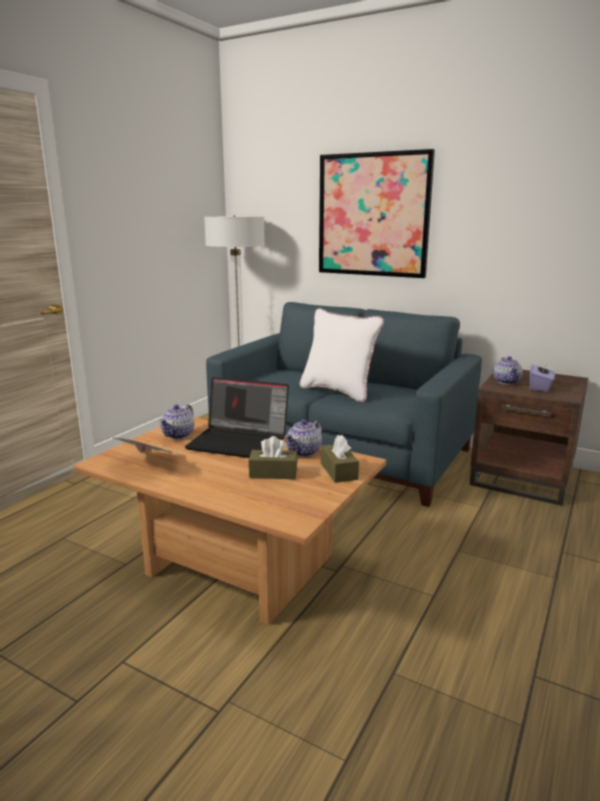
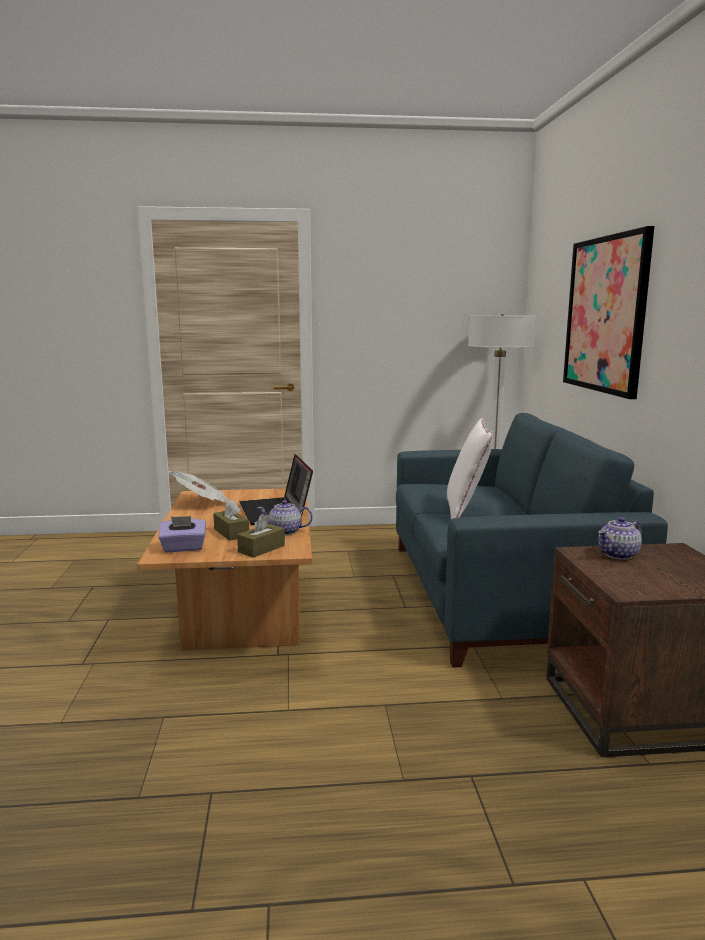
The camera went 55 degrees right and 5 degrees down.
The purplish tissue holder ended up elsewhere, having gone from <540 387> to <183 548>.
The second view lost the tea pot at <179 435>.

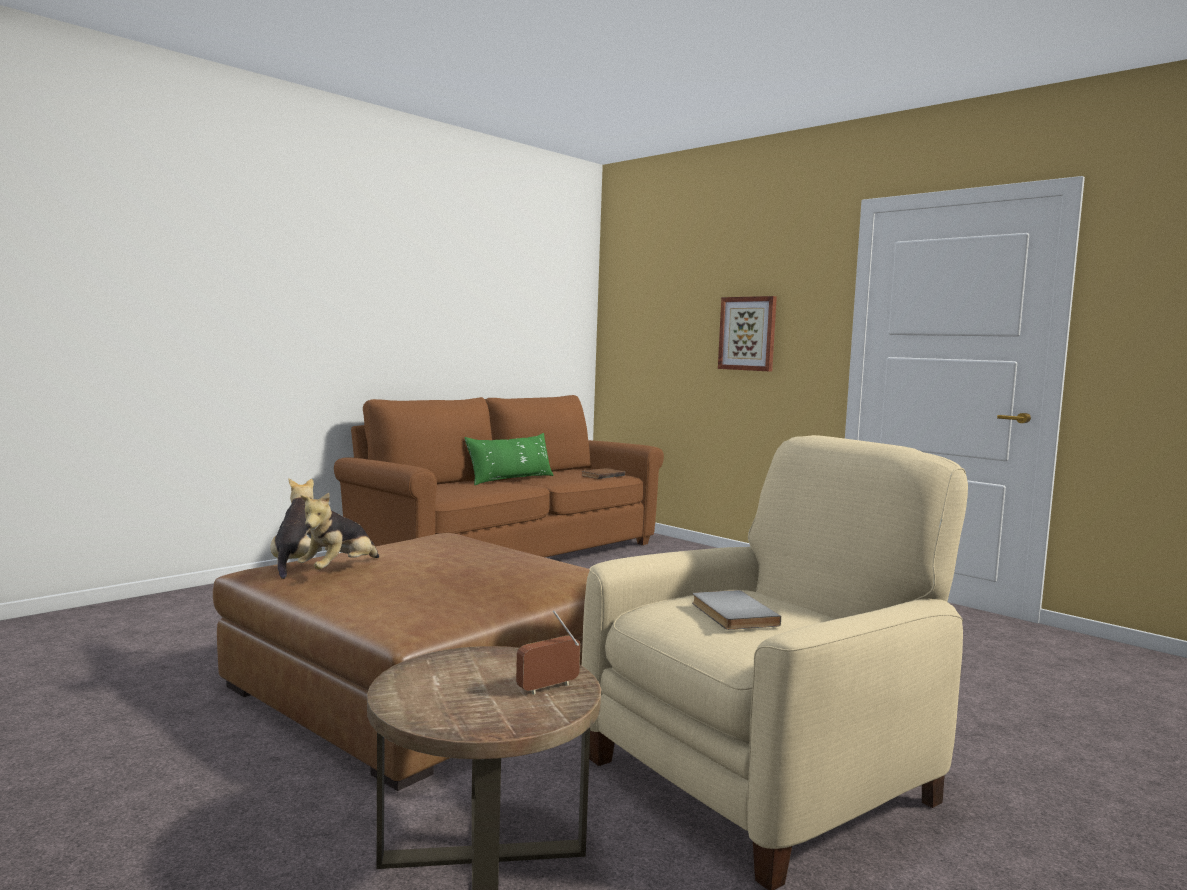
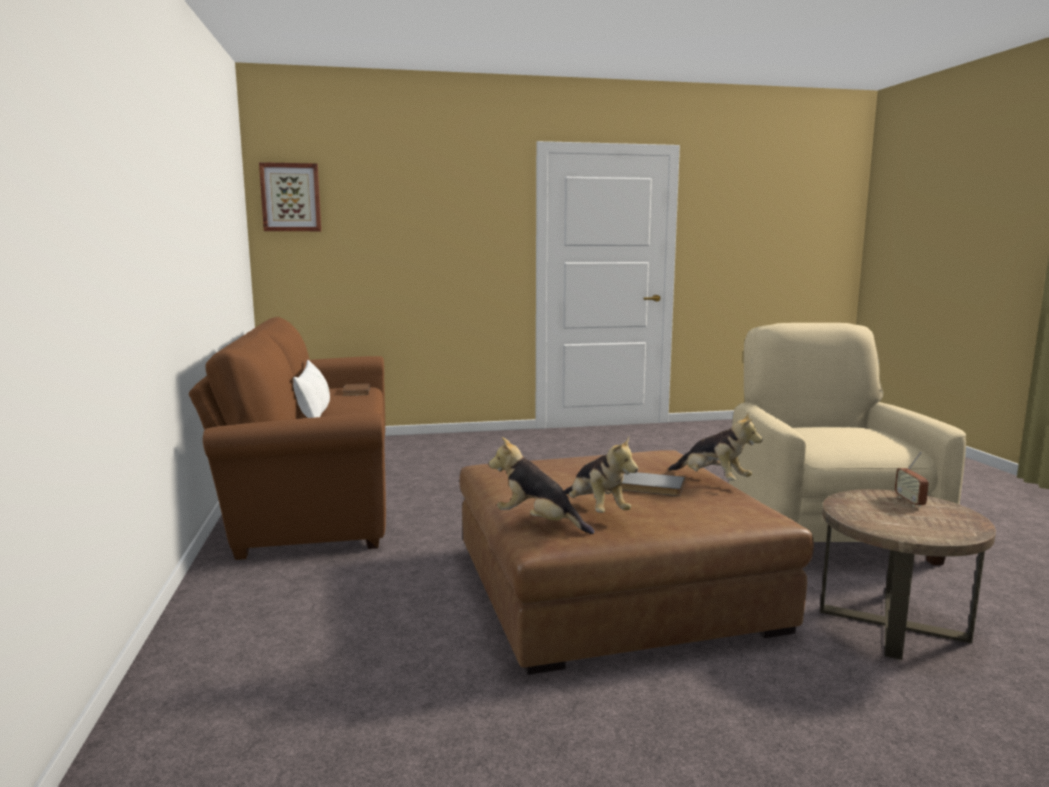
The camera went 55 degrees left and 5 degrees up.
The wall art ended up elsewhere, having gone from <748 333> to <291 197>.
What was the green-coloured cushion at <511 479> turned into the whitish cushion at <314 413>.
The gray bound book ended up elsewhere, having gone from <731 614> to <651 487>.
The second view gained the cuddly toy at <713 480>.

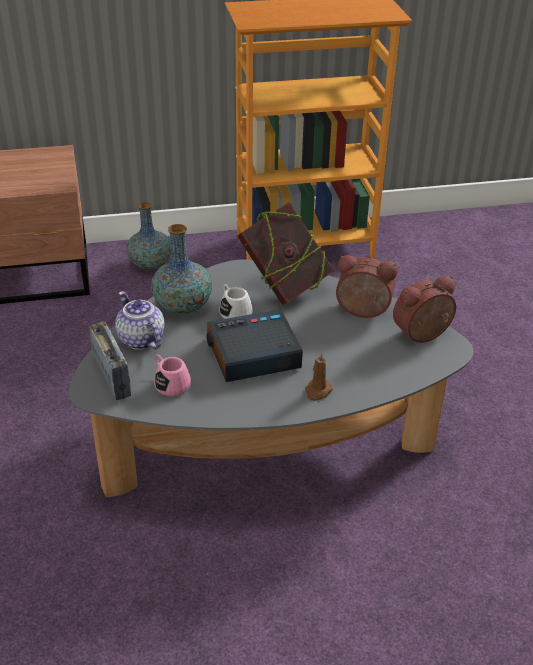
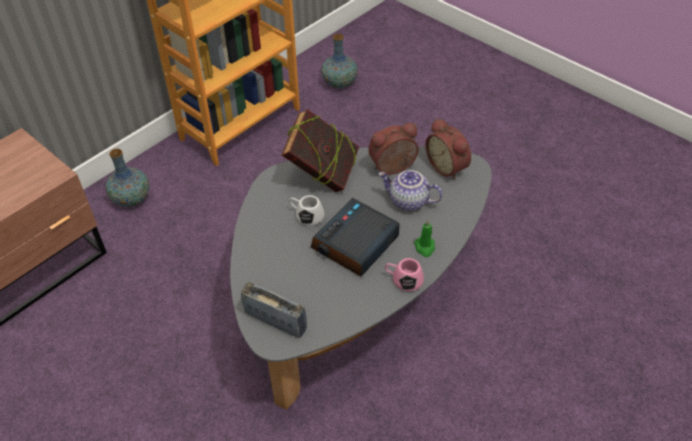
The camera went 35 degrees left and 10 degrees up.
The decorative vase ended up elsewhere, having gone from <183 306> to <339 83>.
The bedside clock at <423 336> ended up facing another way, 60 degrees counterclockwise from before.
The tea pot ended up elsewhere, having gone from <140 340> to <408 202>.
What was the brown candle at <317 391> turned into the green-coloured candle at <425 247>.
The pinkish mug ended up elsewhere, having gone from <169 383> to <403 279>.

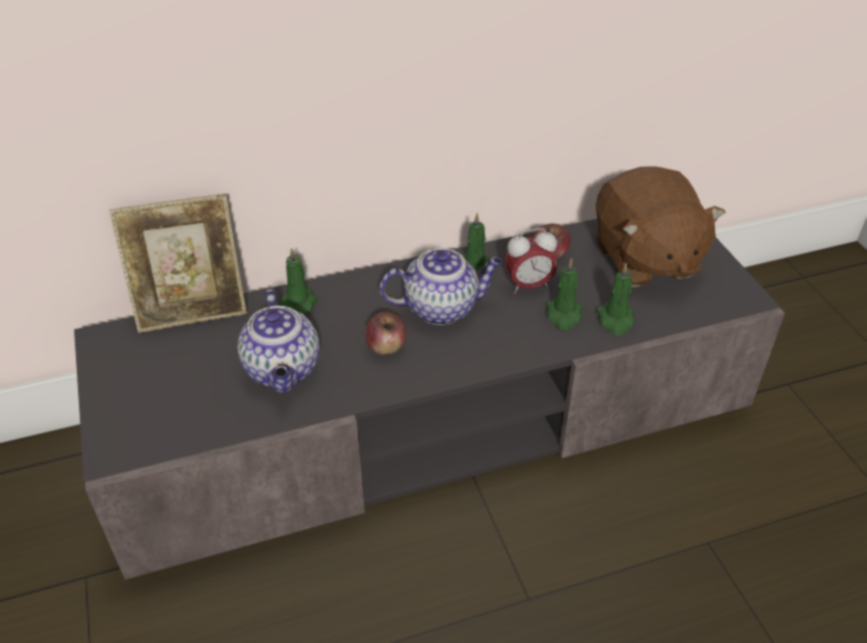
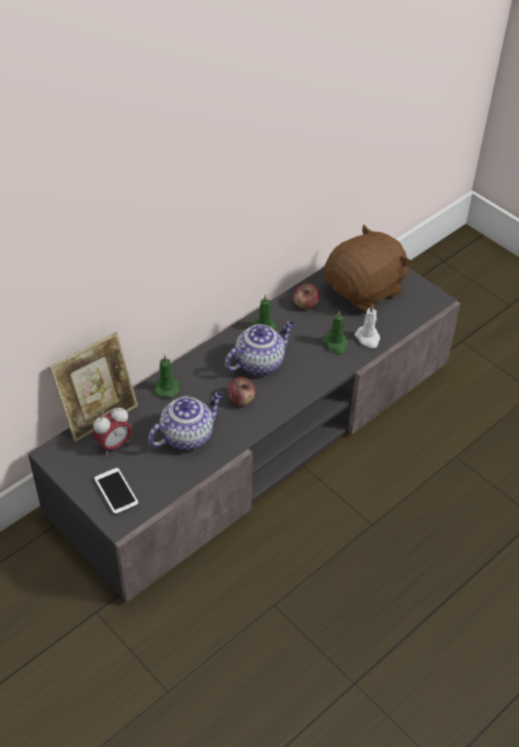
The camera went 25 degrees left and 5 degrees up.
The brown cuddly toy at <644 259> ended up facing another way, 90 degrees counterclockwise from before.
The bedside clock ended up elsewhere, having gone from <528 286> to <114 445>.
What was the green-coloured candle at <615 320> turned into the whitish candle at <368 338>.
The tea pot at <283 370> ended up facing another way, 90 degrees counterclockwise from before.
The second view gained the telephone at <116 492>.

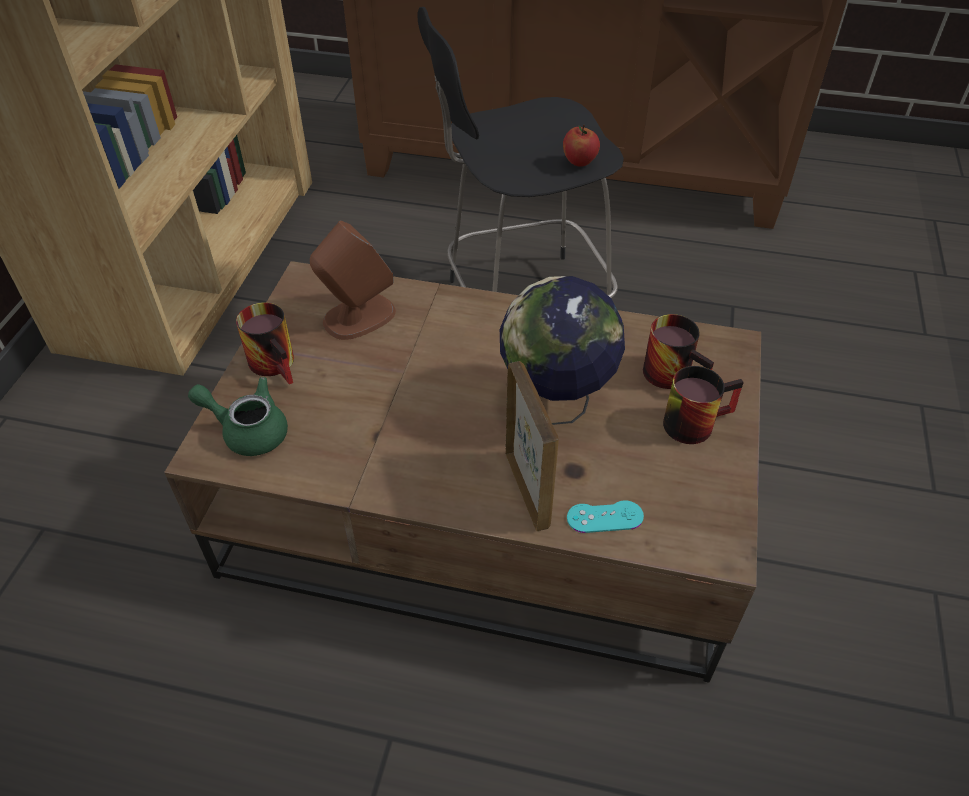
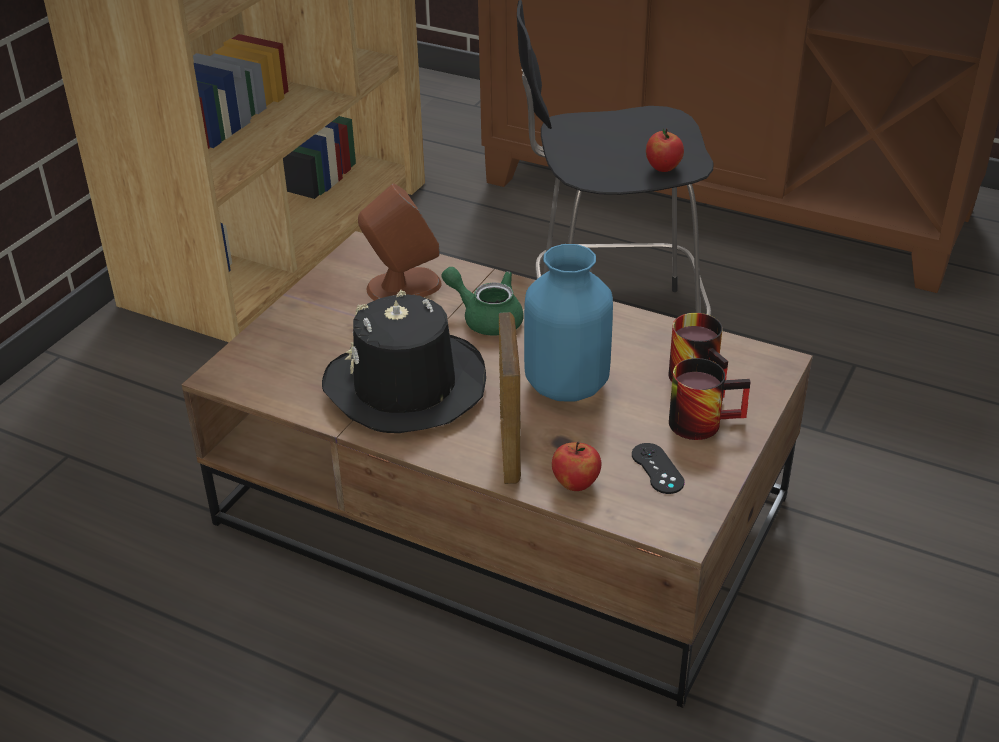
The camera went 15 degrees right and 10 degrees down.
Where the globe stood at <555 404>, the bluish decorative vase came to stand at <567 386>.
The second view lost the mug at <279 363>.
The green-coloured tea pot ended up elsewhere, having gone from <248 430> to <486 318>.
Where the turquoise-coloured game controller stood at <605 517>, the apple came to stand at <575 484>.
The second view gained the black clothing hat at <405 386>.
The second view gained the black game controller at <657 468>.

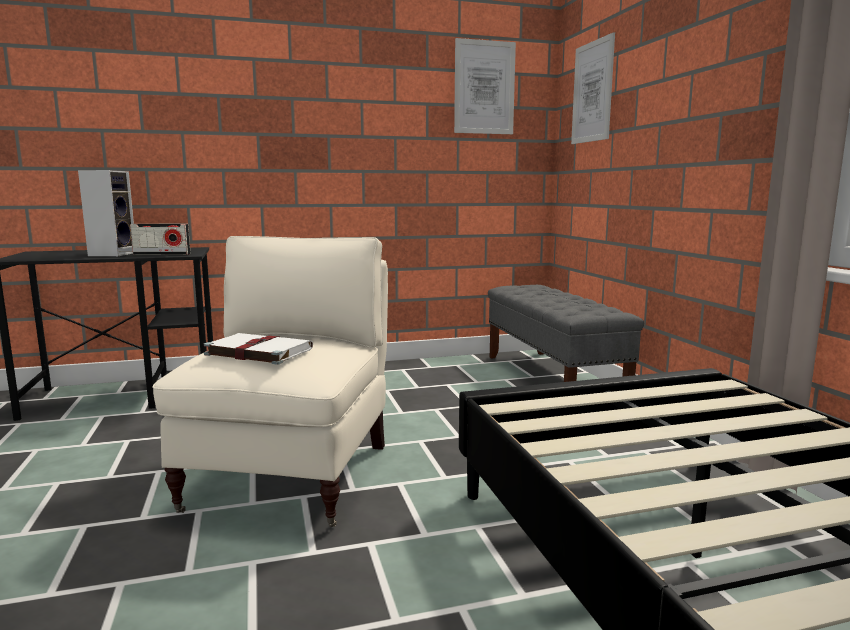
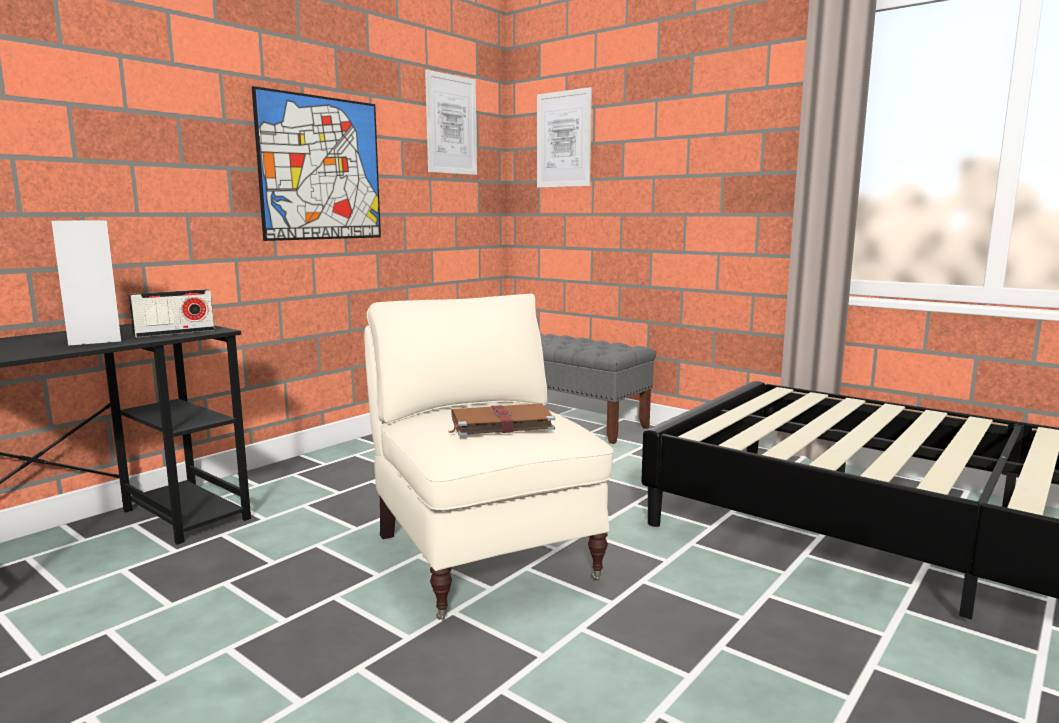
The camera went 35 degrees left and 0 degrees up.
What was the whitish bound book at <257 351> turned into the brown bound book at <499 423>.
The second view gained the wall art at <321 168>.

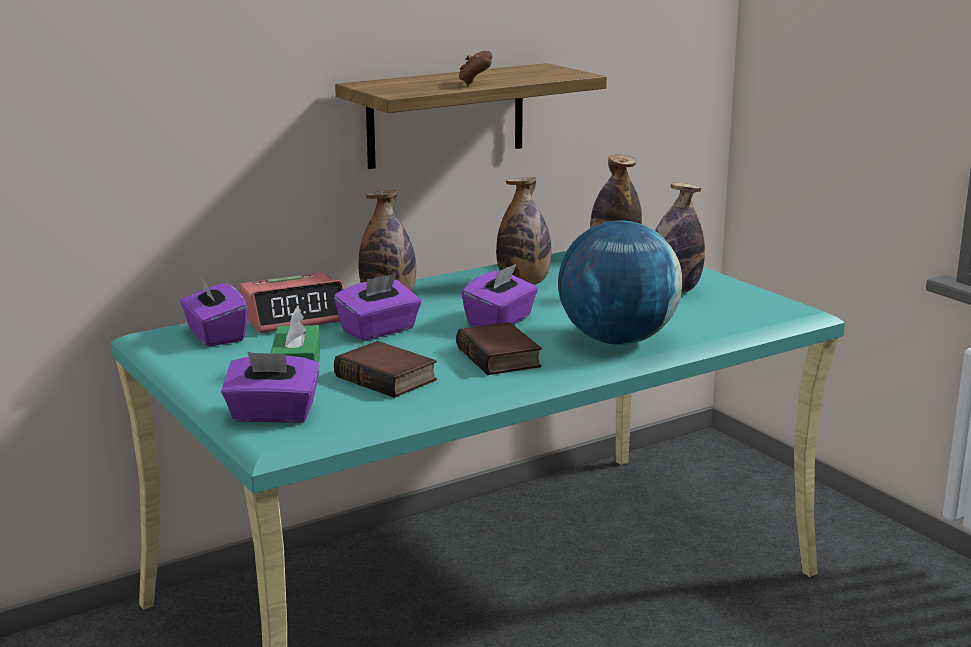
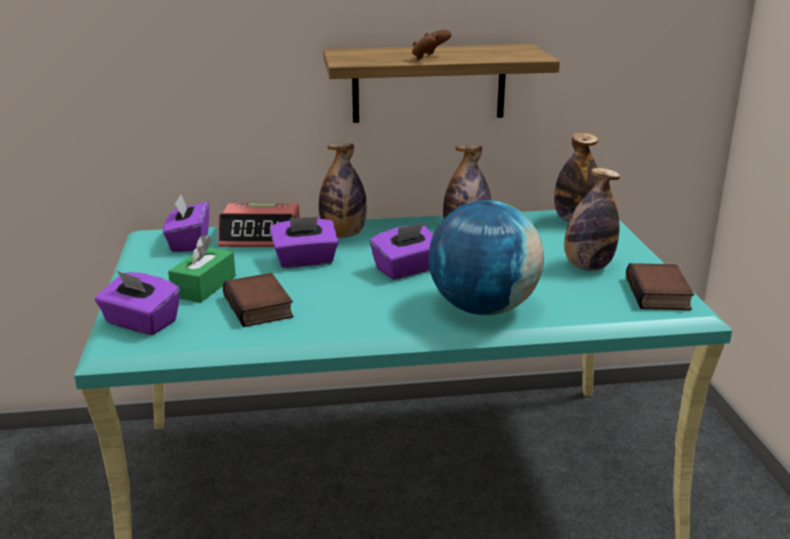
The camera went 25 degrees right and 5 degrees up.
The bound book ended up elsewhere, having gone from <501 357> to <660 294>.

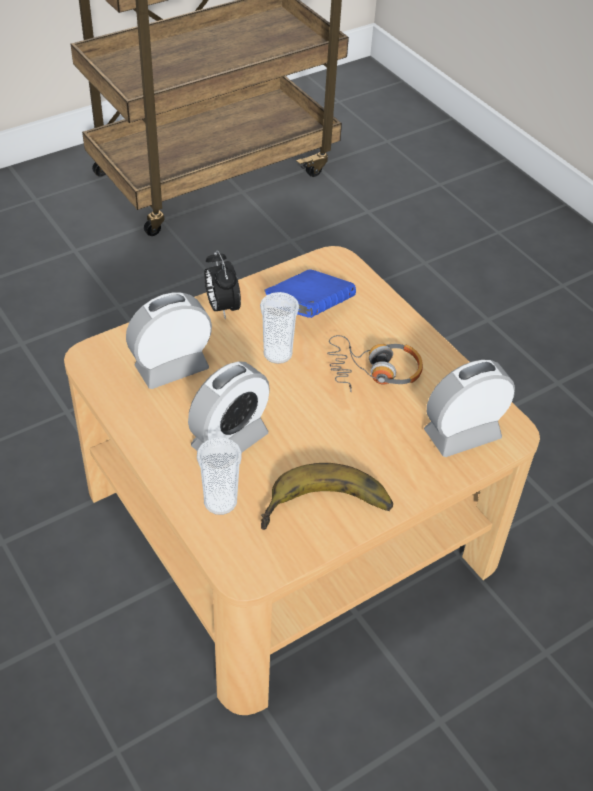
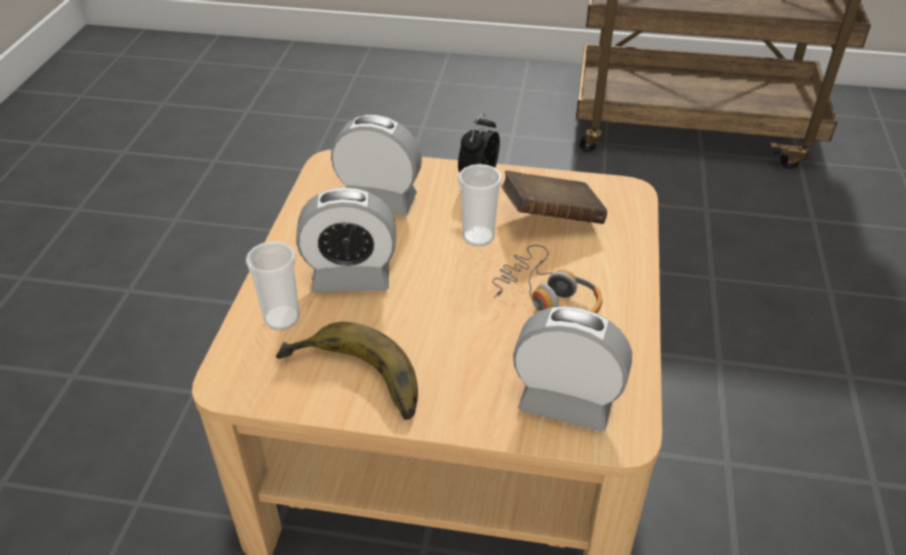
The camera went 45 degrees right and 5 degrees down.
What was the bluish bound book at <309 310> turned into the brown bound book at <551 218>.

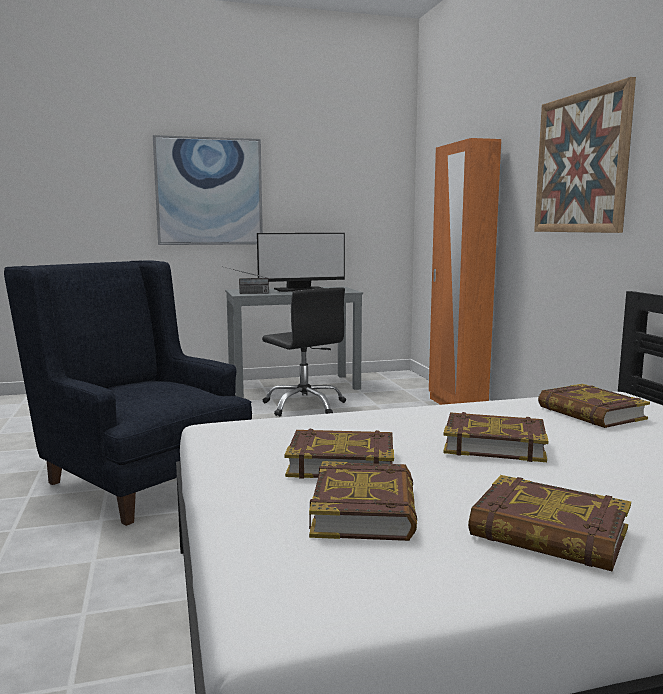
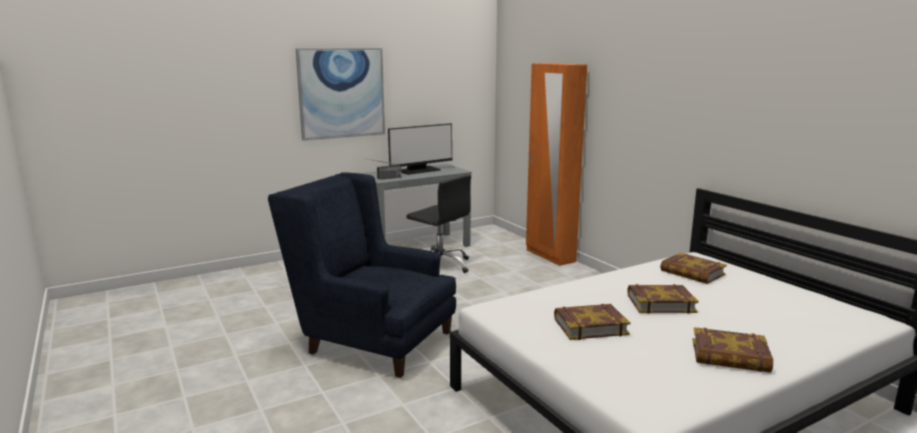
The camera went 15 degrees left and 5 degrees up.
The second view lost the wall art at <581 163>.
The second view lost the bound book at <365 510>.

